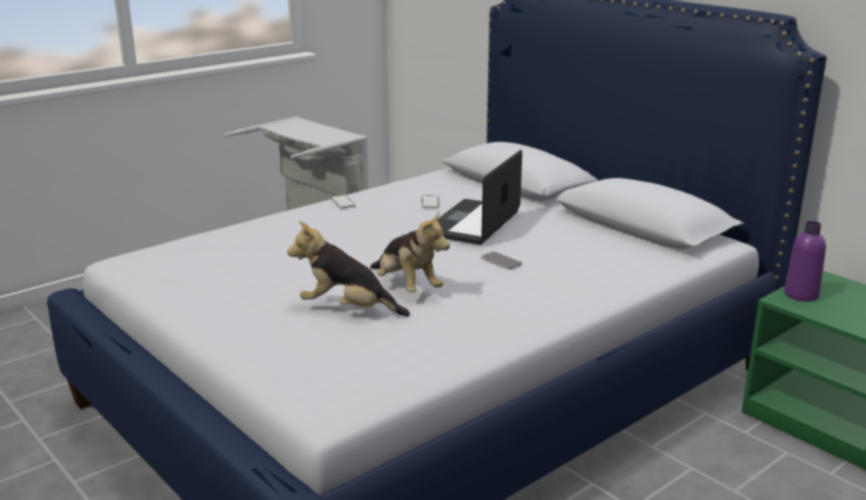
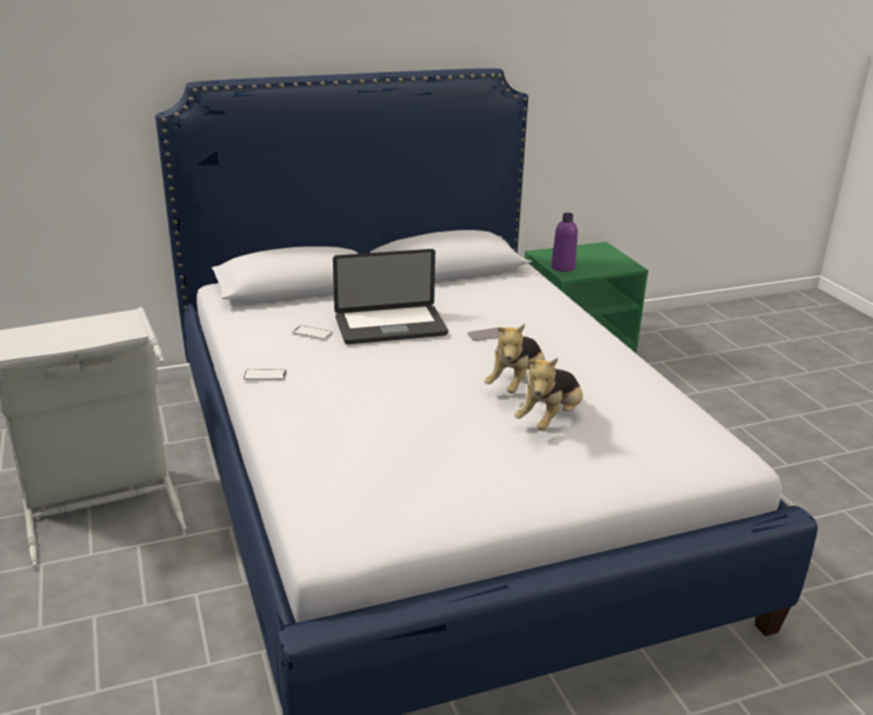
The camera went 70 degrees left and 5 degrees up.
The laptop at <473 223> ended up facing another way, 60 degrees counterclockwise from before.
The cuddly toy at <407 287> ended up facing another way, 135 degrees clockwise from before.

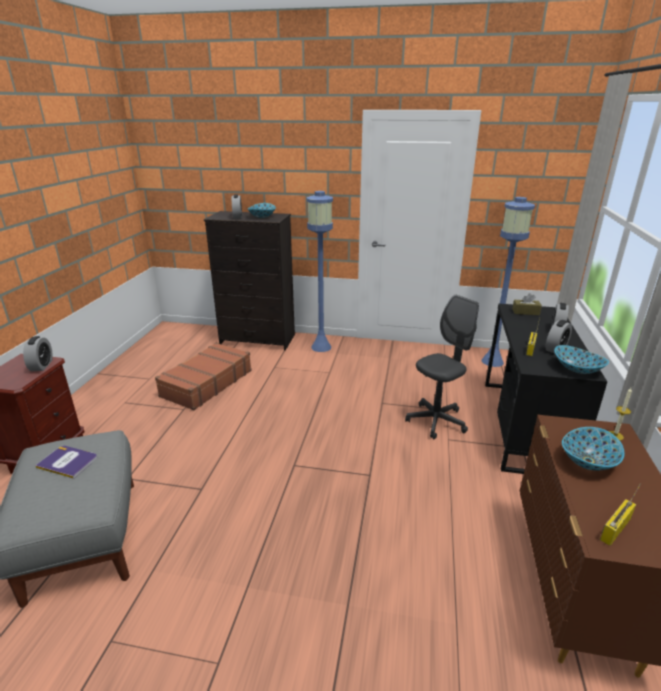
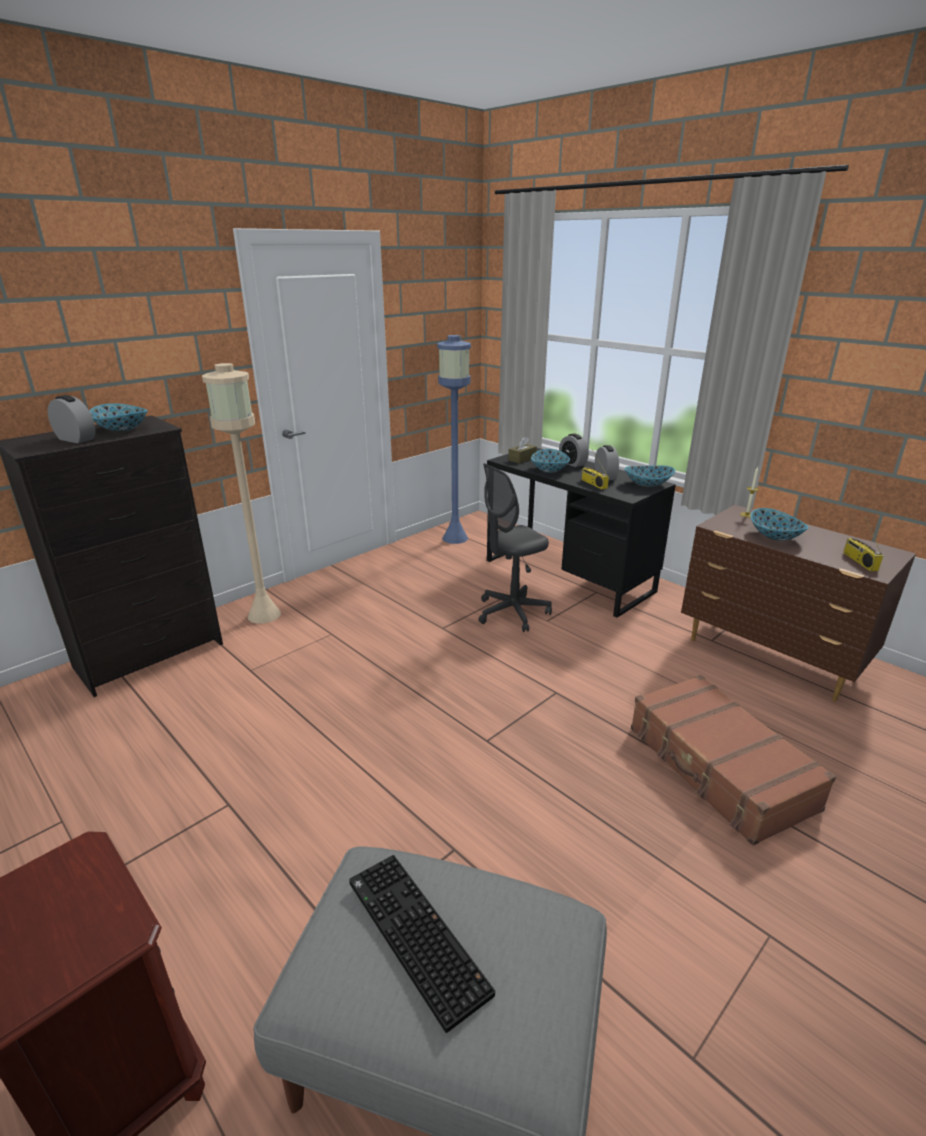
The camera went 55 degrees left and 0 degrees up.
What was the bluish standing lamp at <321 347> turned into the beige-coloured standing lamp at <264 614>.
The gray office chair at <436 421> ended up facing another way, 120 degrees counterclockwise from before.
The second view lost the bedside clock at <41 366>.
The brown travel case ended up elsewhere, having gone from <206 383> to <718 768>.
Where the bound book stood at <68 462>, the PC keyboard came to stand at <412 936>.
The second view gained the serving bowl at <549 470>.

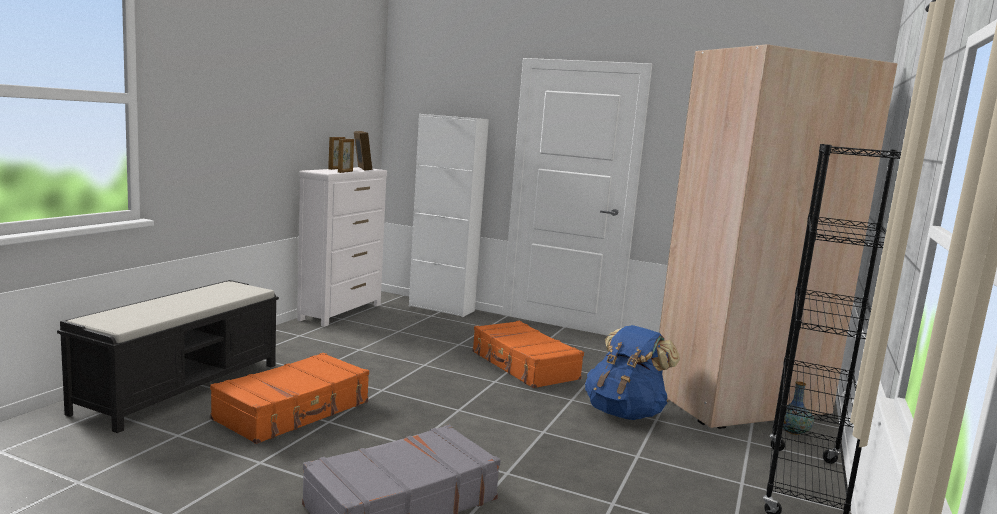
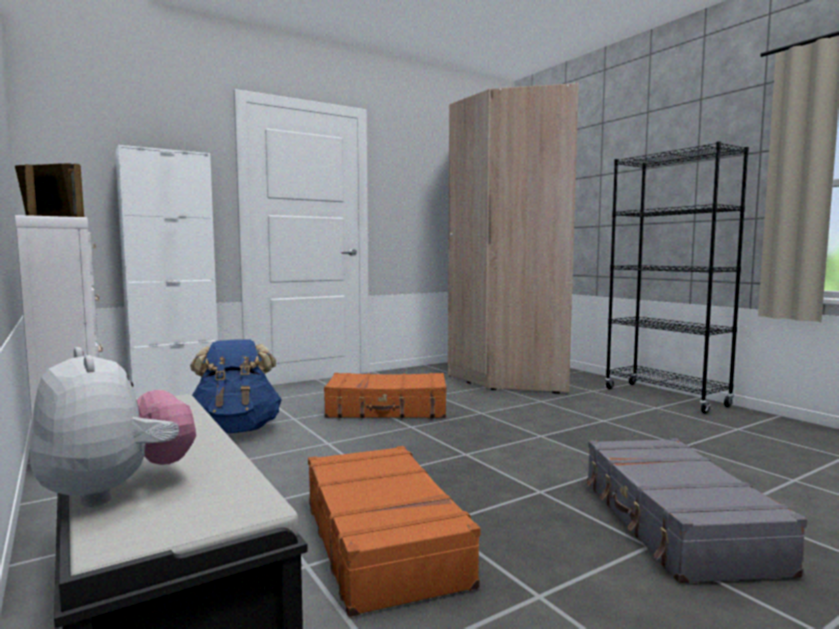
The camera went 55 degrees left and 5 degrees down.
The bluish rucksack ended up elsewhere, having gone from <625 413> to <235 430>.
The second view lost the decorative vase at <793 431>.
The second view gained the cuddly toy at <116 490>.

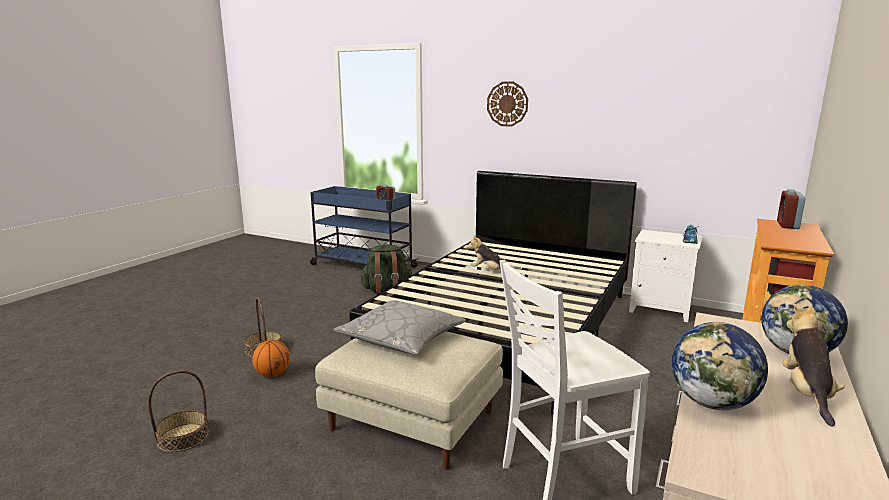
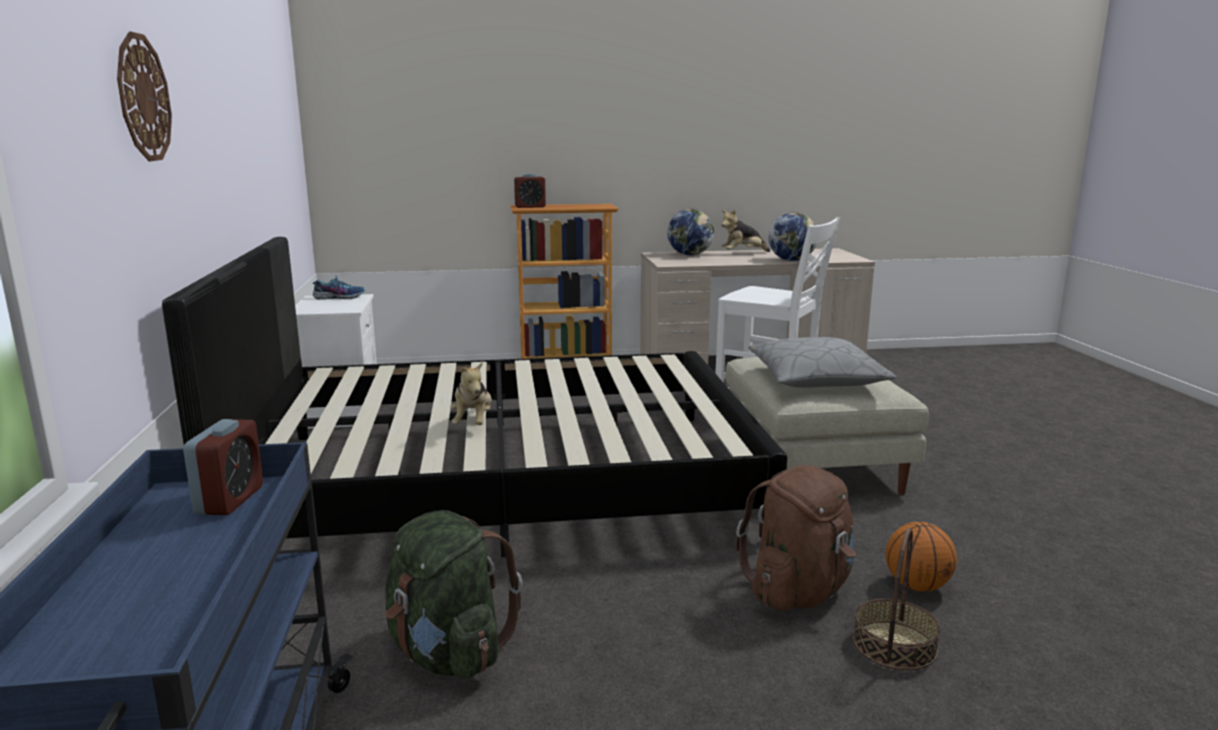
The camera went 125 degrees left and 0 degrees up.
The second view lost the storage basket at <183 437>.
The second view gained the brown rucksack at <798 592>.

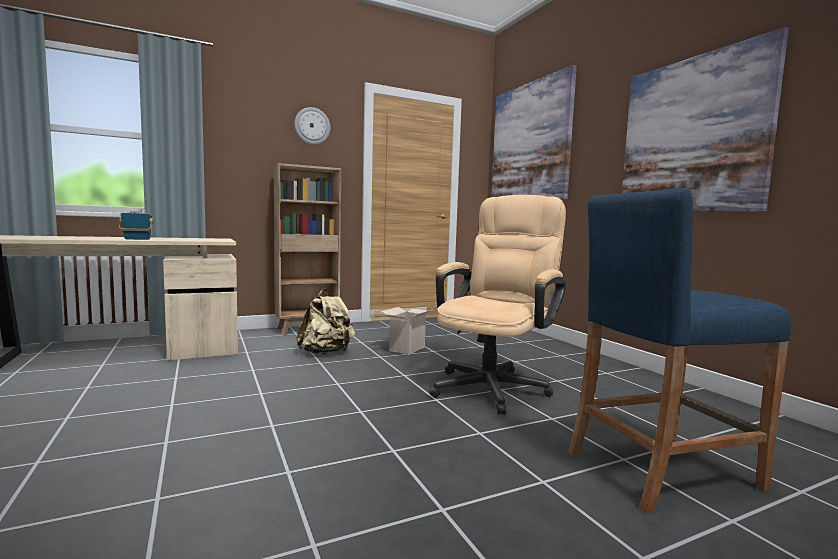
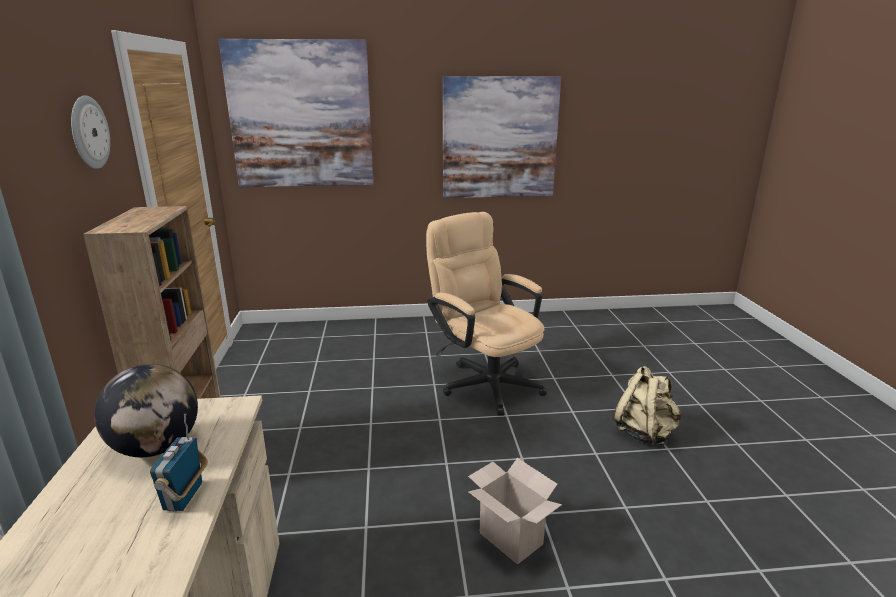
The camera went 70 degrees left and 15 degrees up.
The second view lost the bluish sitting stool at <660 469>.
The beige-coloured rucksack ended up elsewhere, having gone from <326 353> to <644 433>.
The packing box ended up elsewhere, having gone from <406 348> to <508 538>.
The second view gained the globe at <157 448>.

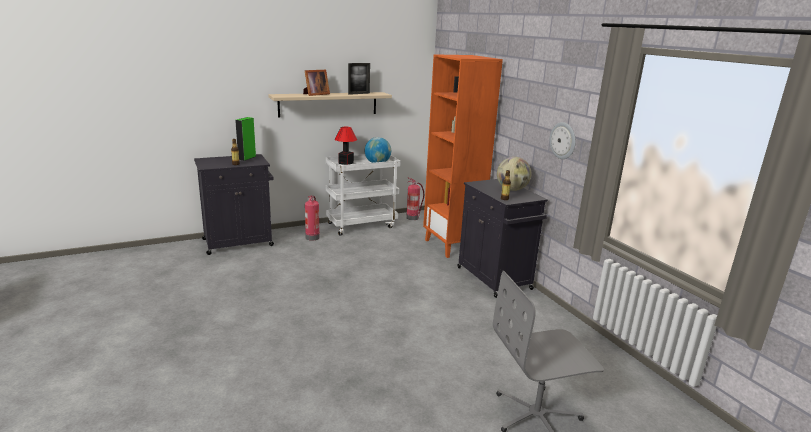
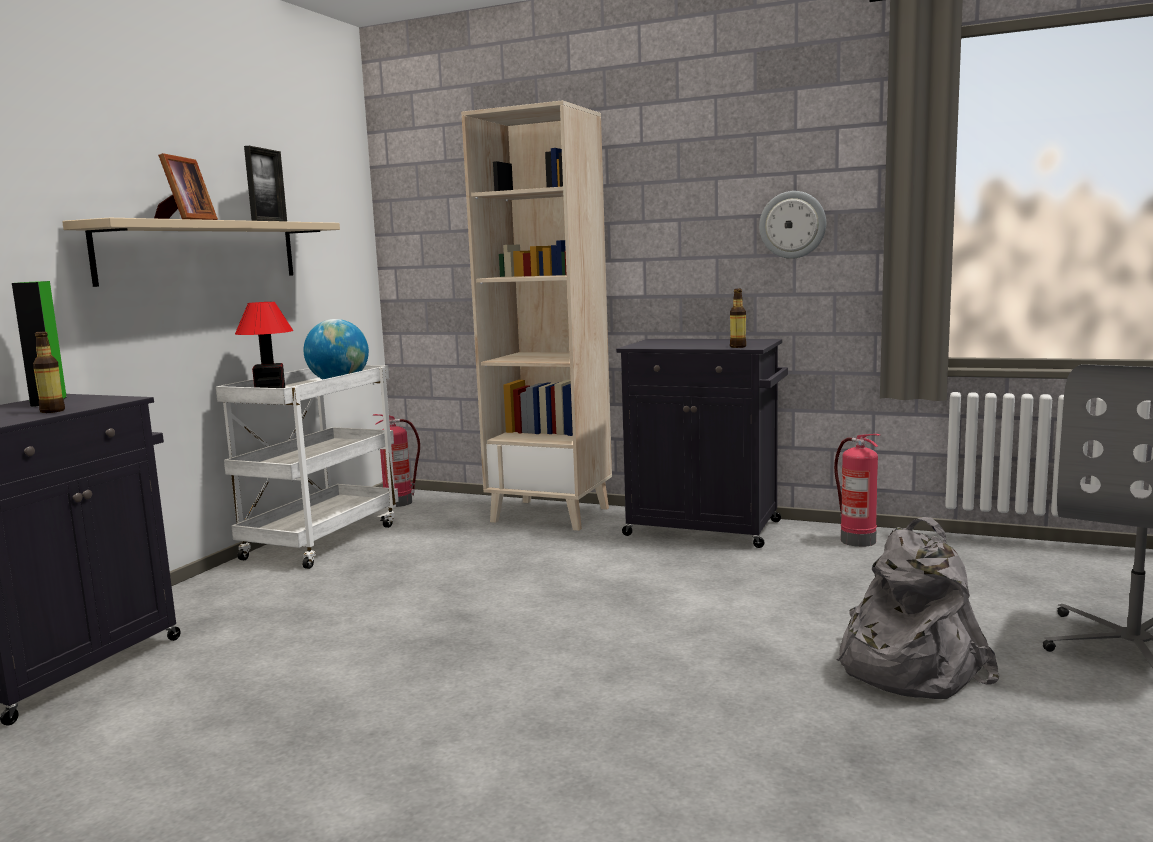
The camera went 40 degrees left and 10 degrees down.
What was the orange shelving unit at <452 246> turned into the beige-coloured shelving unit at <551 514>.
The second view lost the globe at <512 190>.
The extinguisher ended up elsewhere, having gone from <312 237> to <856 540>.
The second view gained the gray rucksack at <905 667>.

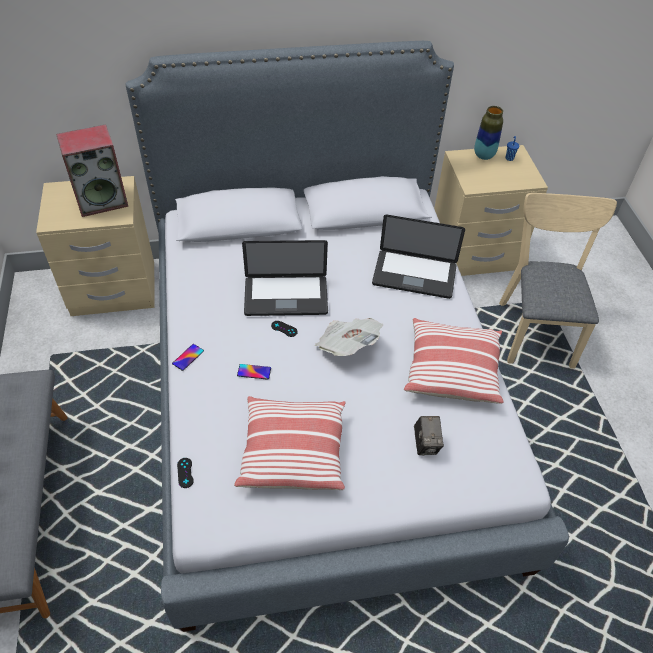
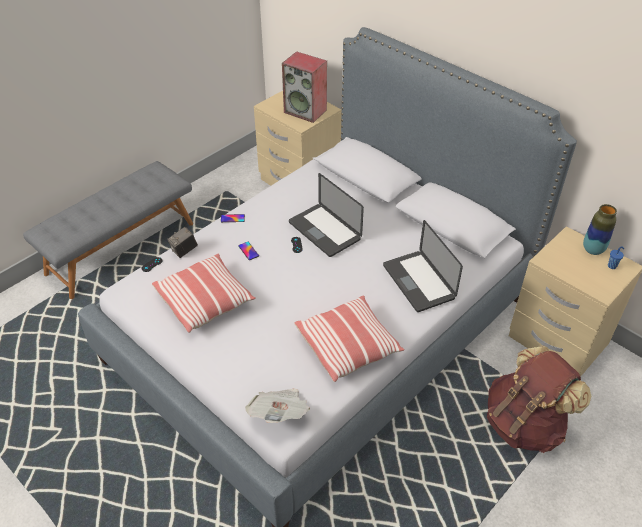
The camera went 55 degrees right and 5 degrees down.
Where the beige-coloured chair stood at <535 328>, the brown rucksack came to stand at <524 424>.
The printed paper ended up elsewhere, having gone from <347 345> to <280 414>.
The photo camera ended up elsewhere, having gone from <426 444> to <184 251>.

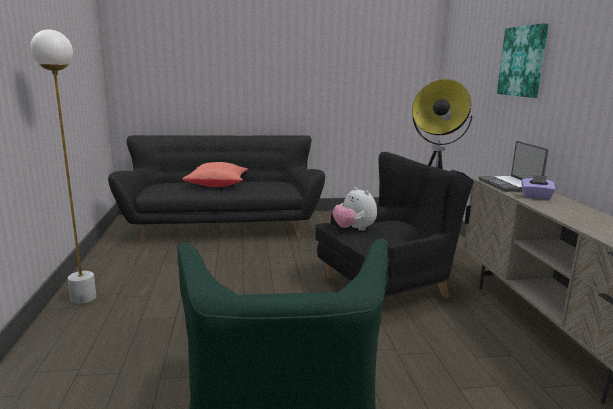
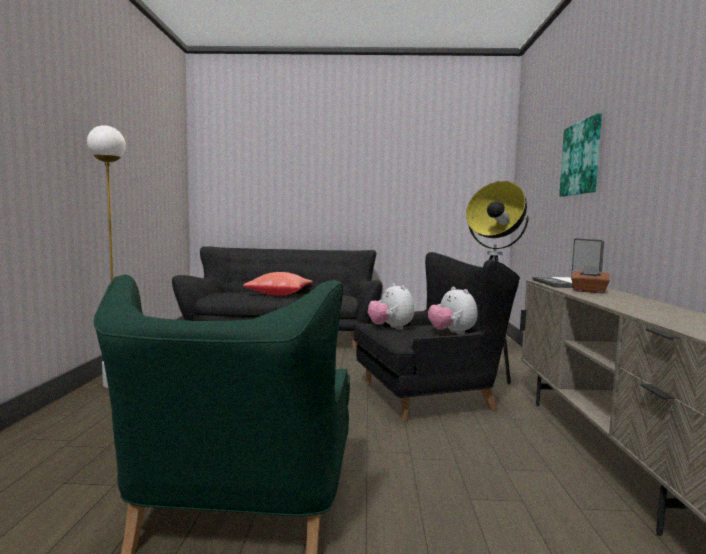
The camera went 10 degrees right and 10 degrees down.
What was the purplish tissue holder at <536 197> turned into the brown tissue holder at <589 291>.
The second view gained the cuddly toy at <452 333>.

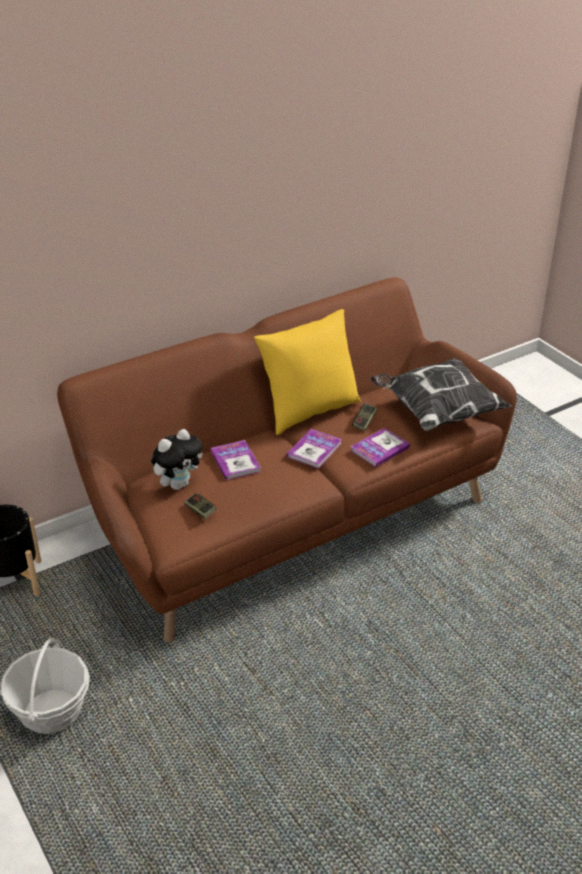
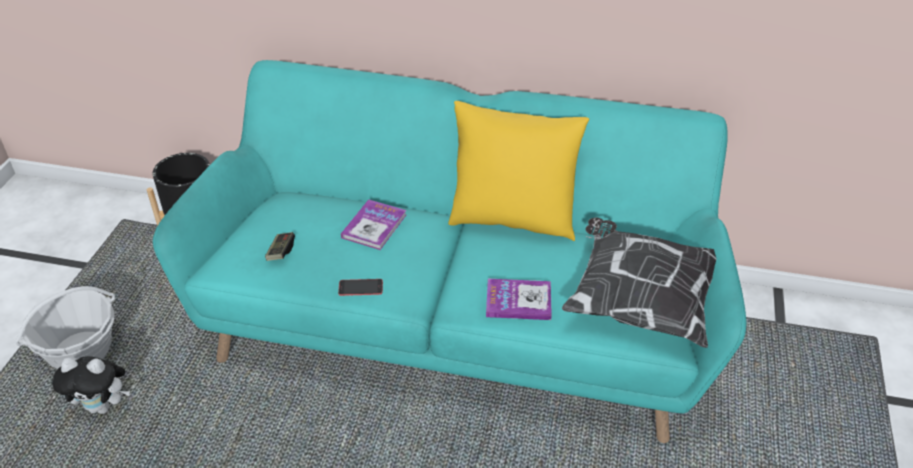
The camera went 45 degrees right and 5 degrees up.
What was the brown settee at <291 518> turned into the turquoise-coloured settee at <456 324>.
The second view lost the game controller at <364 422>.
The cuddly toy ended up elsewhere, having gone from <178 484> to <103 406>.
The second view lost the bound book at <314 450>.
The second view gained the telephone at <360 287>.

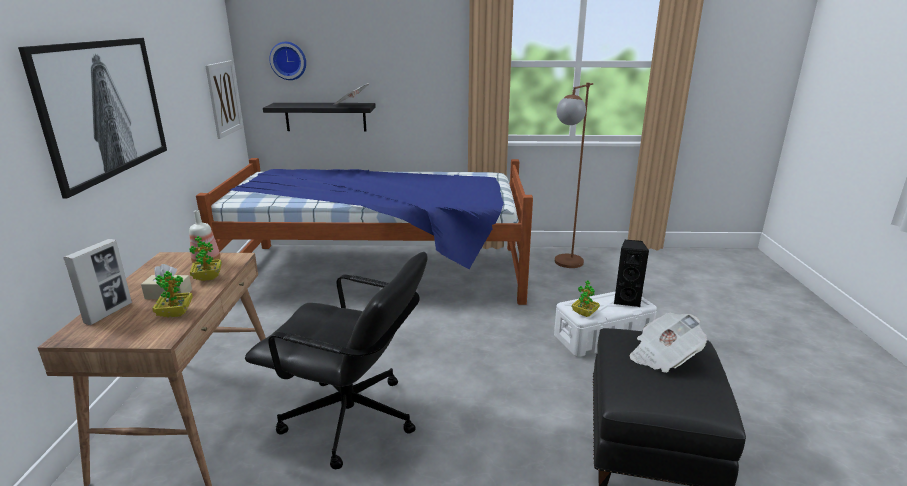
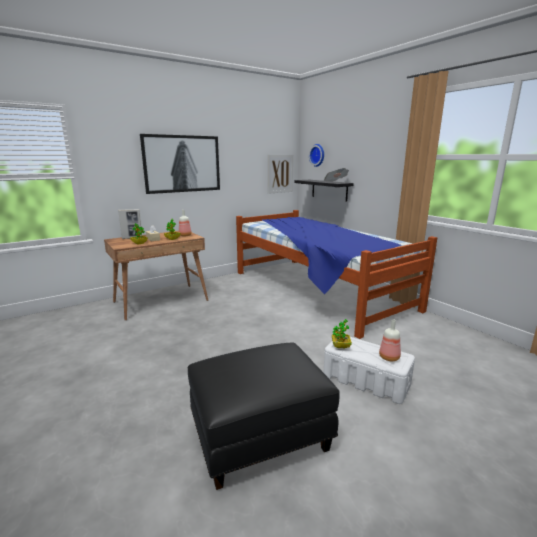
The camera went 55 degrees right and 5 degrees down.
The second view lost the brown standing lamp at <564 265>.
Where the black audio speaker stood at <626 300>, the bottle came to stand at <390 358>.
The second view lost the black office chair at <350 420>.
The second view lost the printed paper at <663 357>.

